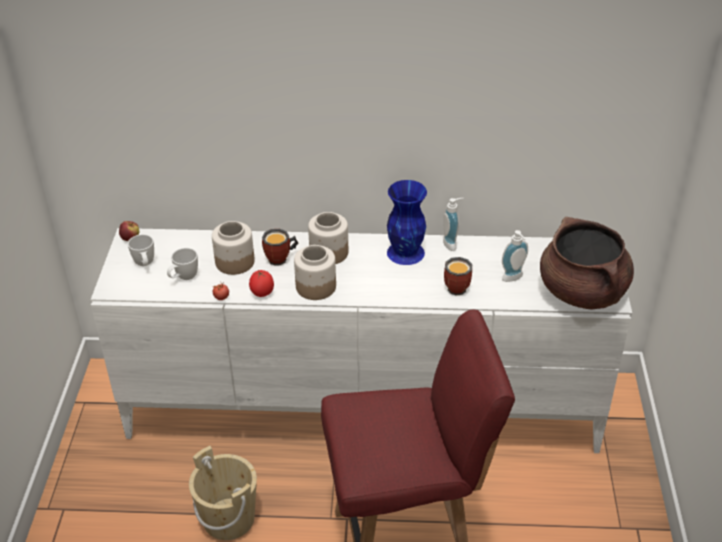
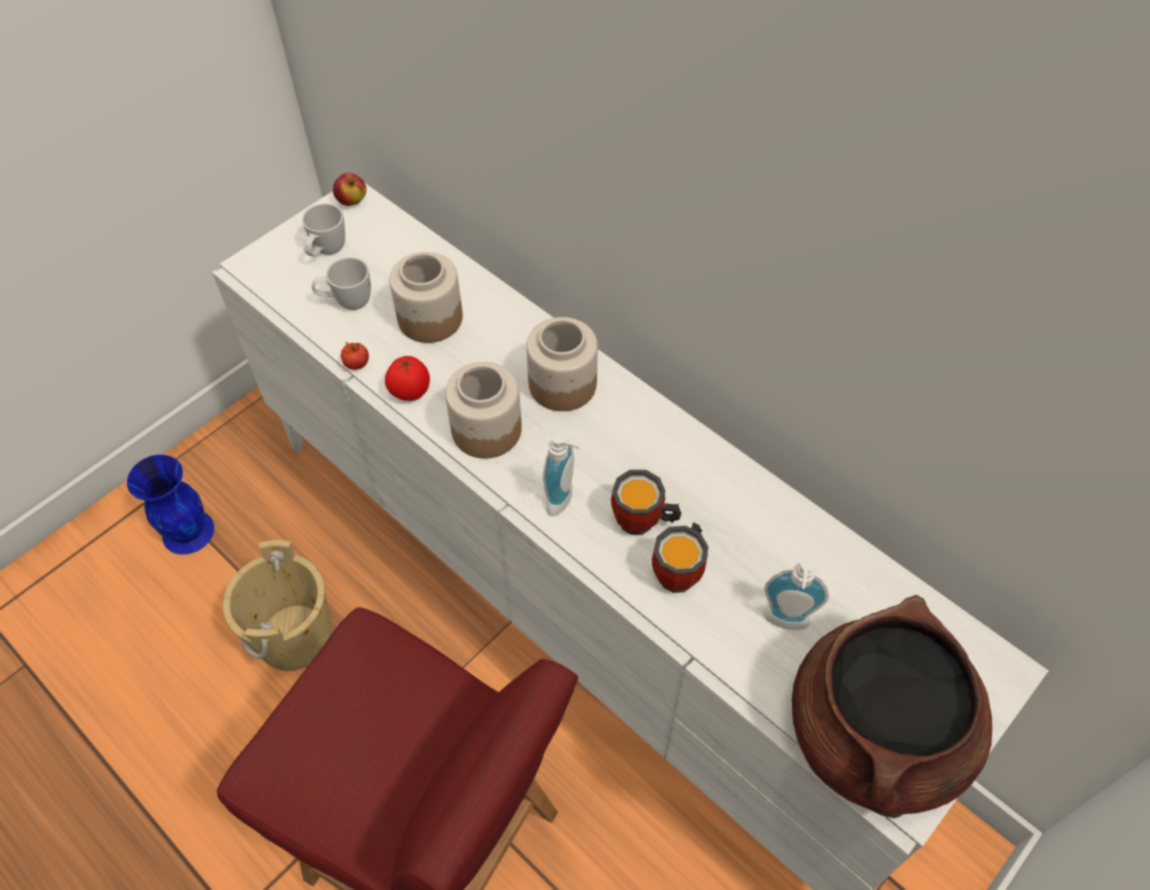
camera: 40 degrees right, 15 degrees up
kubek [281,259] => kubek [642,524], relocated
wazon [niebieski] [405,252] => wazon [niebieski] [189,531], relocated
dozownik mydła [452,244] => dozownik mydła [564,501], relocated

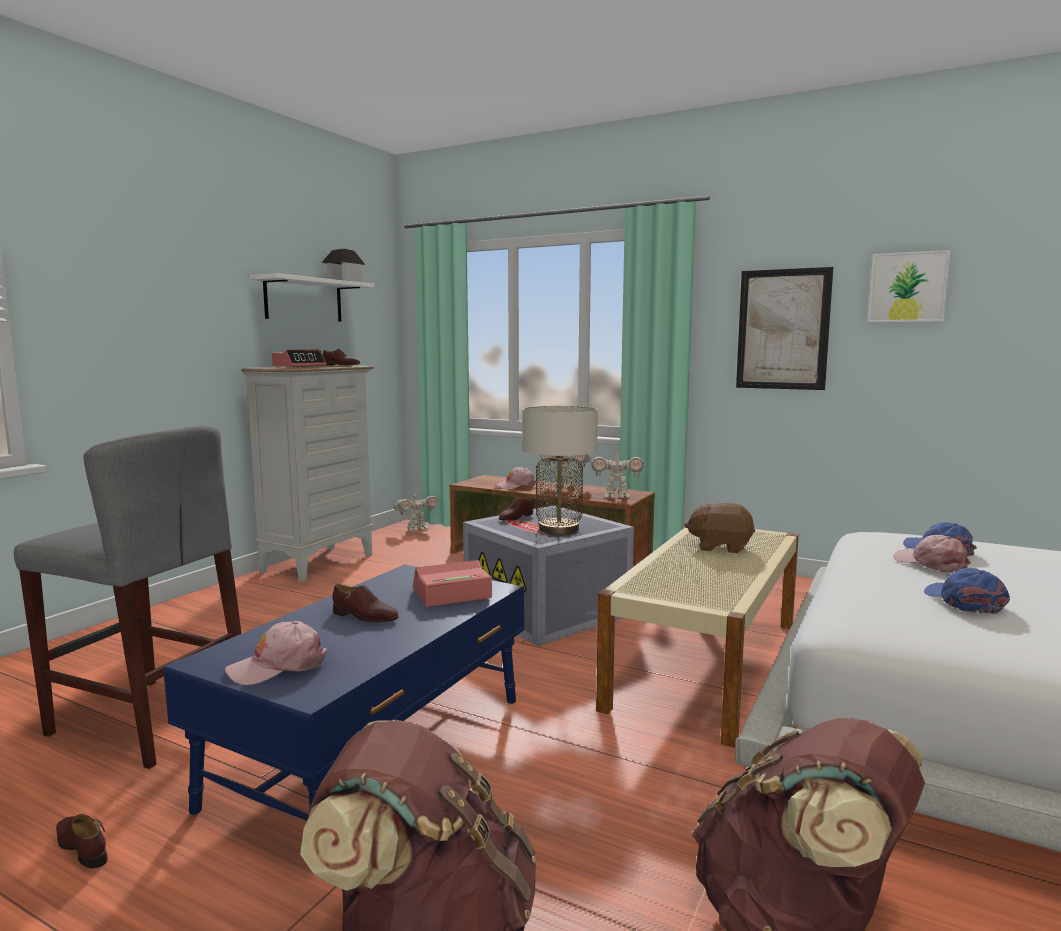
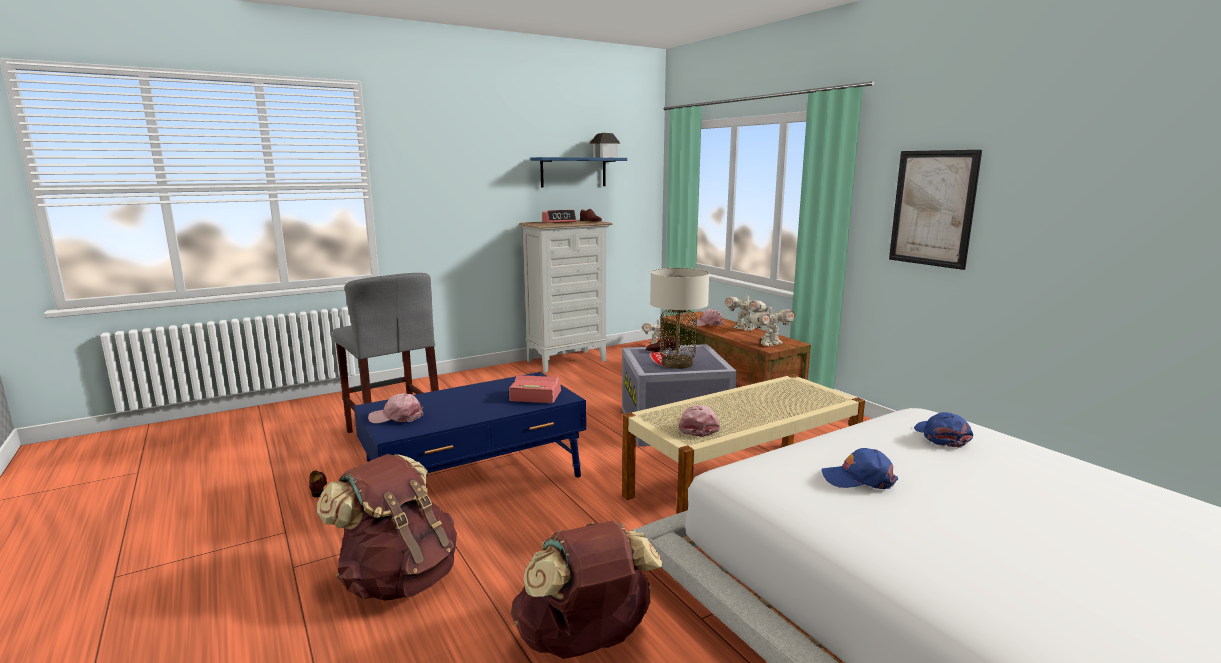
camera: 30 degrees right, 5 degrees up
but [brązowy] [365,616] => nothing
pluszak [brązowy] [720,547] => nothing
obraz [907,287] => nothing
czapka z daszkiem [różowy] [931,564] => czapka z daszkiem [różowy] [697,427], relocated
półka [biały] [304,300] => półka [niebieski] [573,172]
robot zabawkowy [616,497] => robot zabawkowy [769,344], 60 degrees counterclockwise
czapka z daszkiem [niebieski] [964,601] => czapka z daszkiem [niebieski] [858,479], 105 degrees counterclockwise

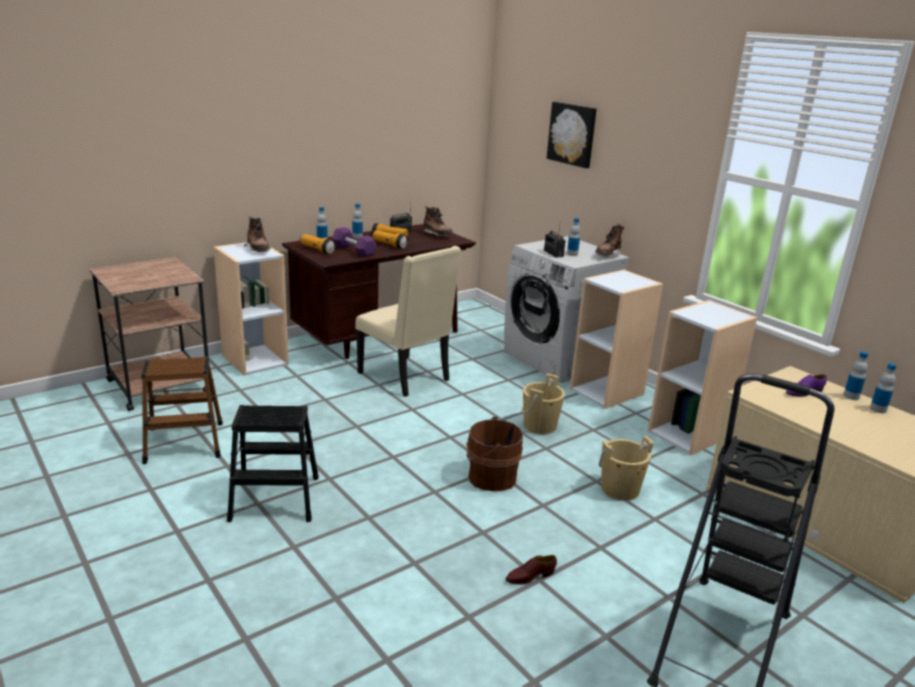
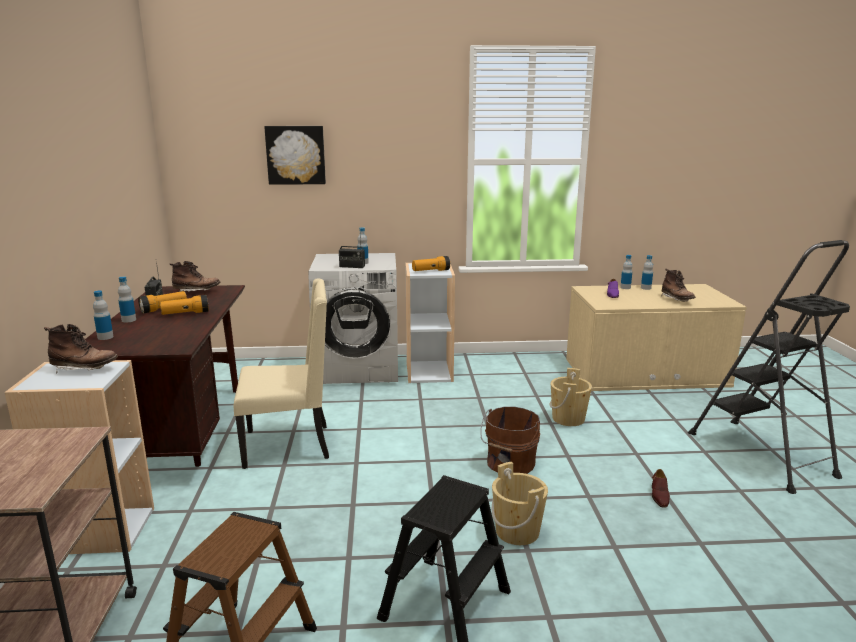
camera: 55 degrees left, 5 degrees down
hantel [fioletowy] [354,251] => nothing
regał [689,434] => nothing
latarka [317,250] => latarka [431,271], relocated
wiadro [beżowy] [540,425] => wiadro [beżowy] [517,531], relocated
but z cholewką [brązowy] [607,255] => but z cholewką [brązowy] [676,300], relocated

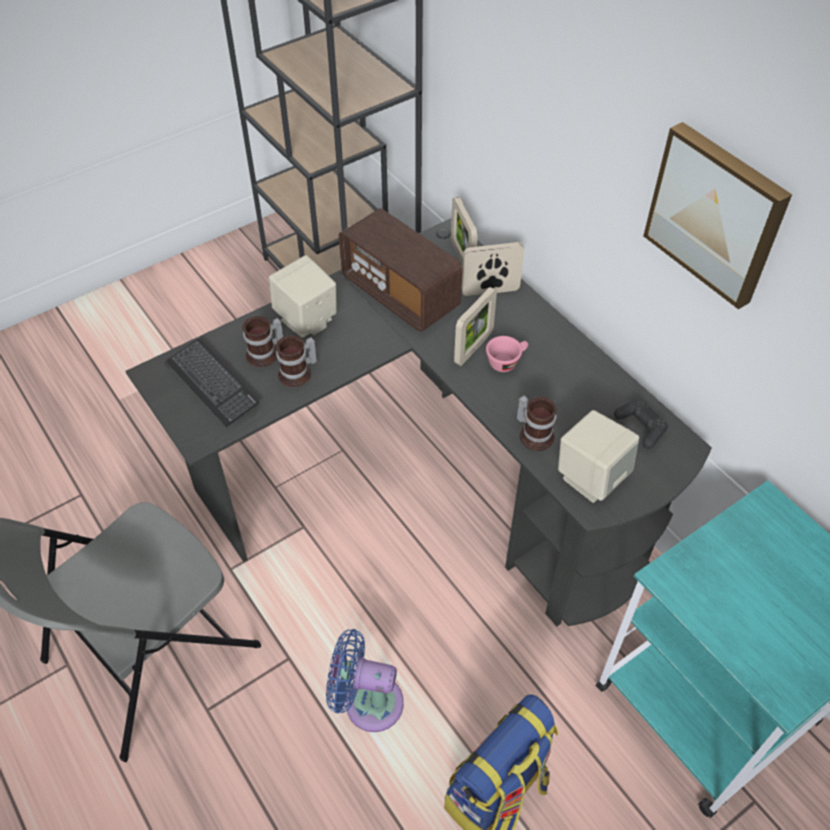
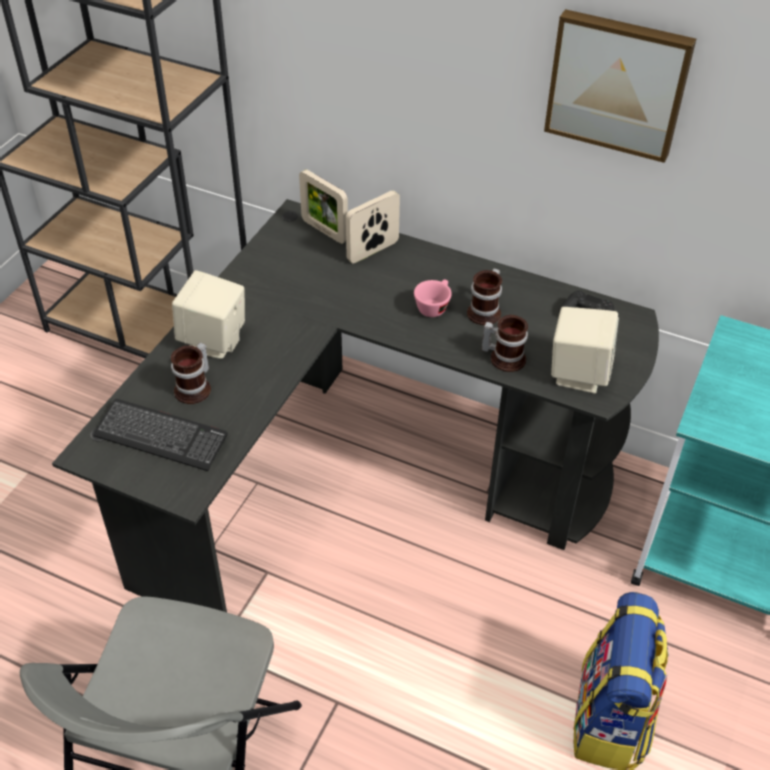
camera: 30 degrees left, 5 degrees down
wentylator [niebieski] [367,701] => nothing
radio [400,294] => nothing
ramka na zdjęcie [473,348] => nothing
kubek [298,374] => kubek [486,312], relocated

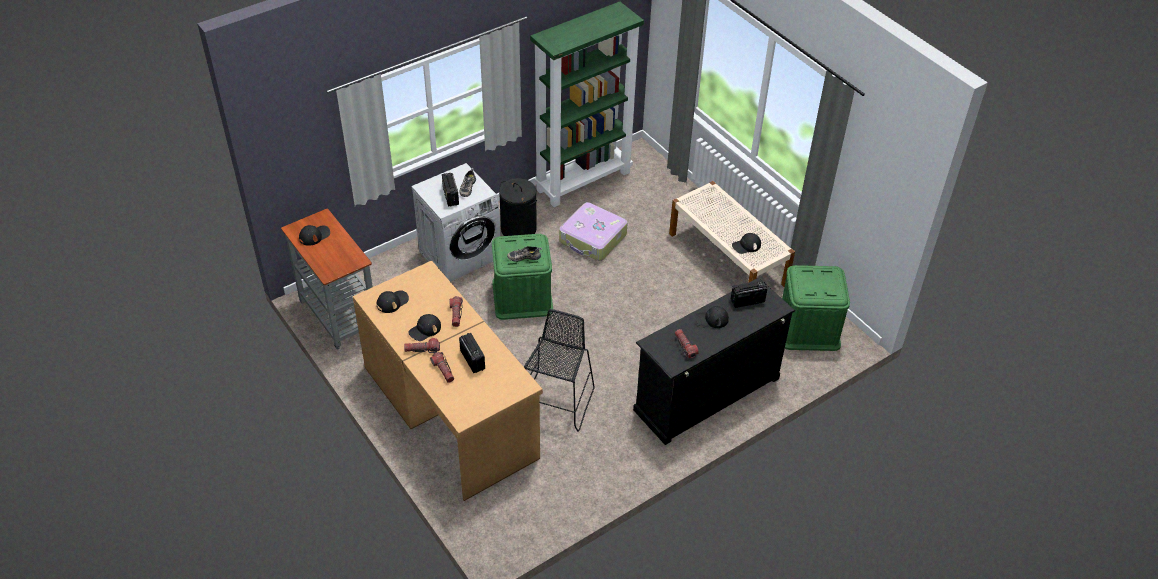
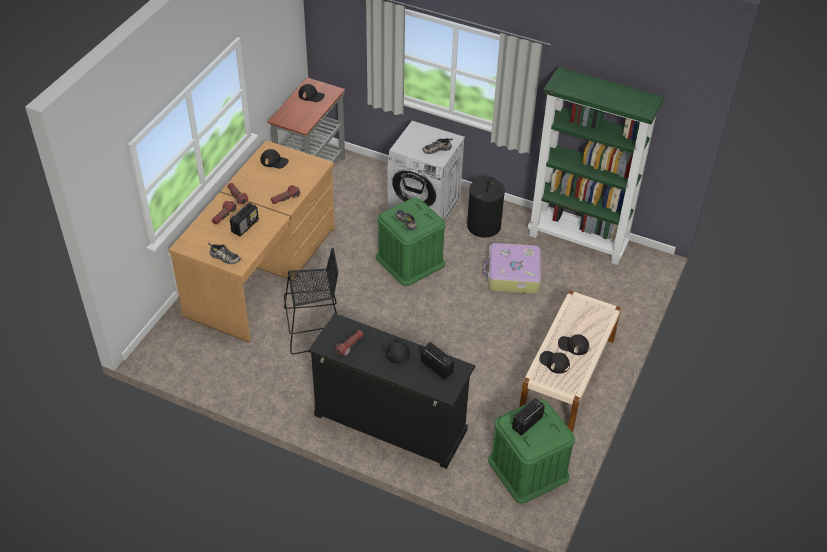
camera: 60 degrees right, 0 degrees up
nothing => but [224,257]
czapka z daszkiem [czarny] [425,329] => czapka z daszkiem [czarny] [573,345], relocated
radio [451,197] => radio [527,423], relocated

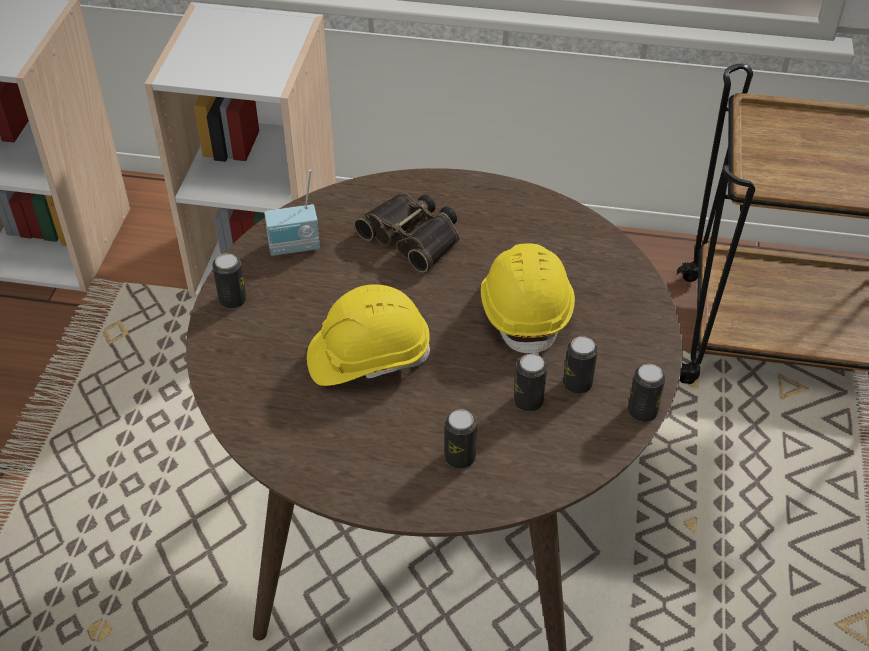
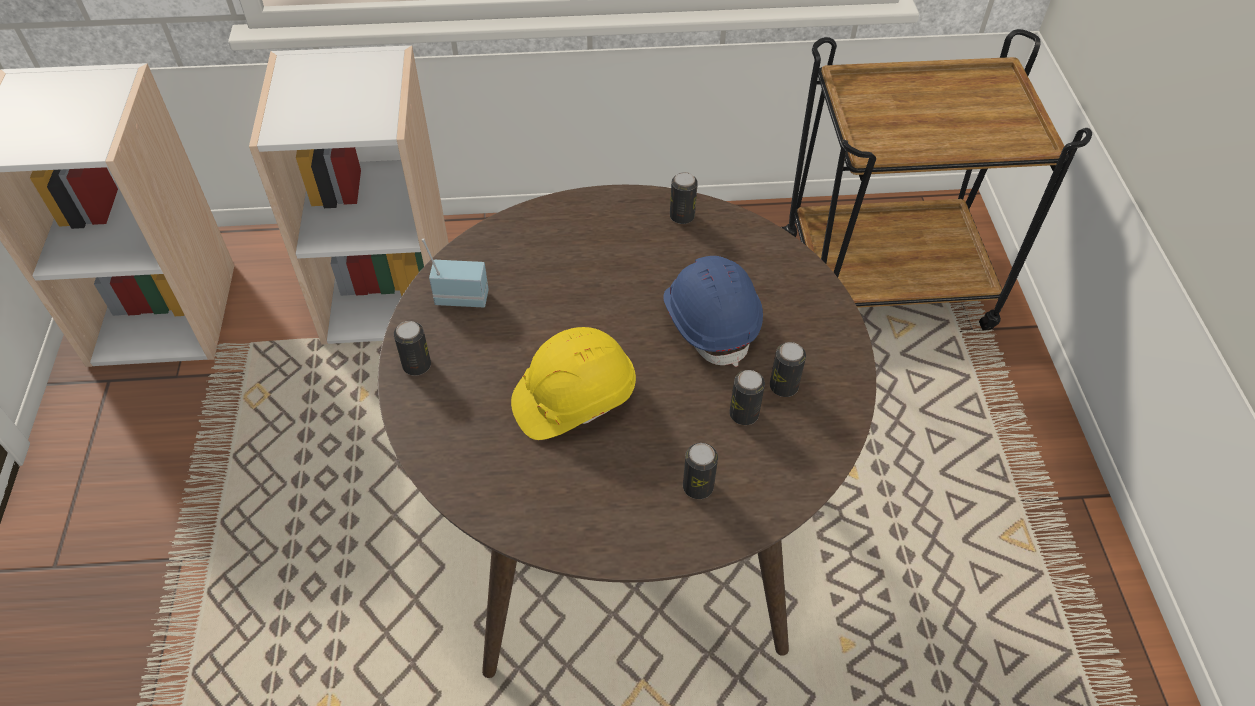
camera: 15 degrees left, 5 degrees up
lornetka [414,236] => nothing
puszka [642,411] => puszka [682,216], relocated
kask [żółty] [525,311] => kask [niebieski] [710,321]
radio [294,247] => radio [462,297], 150 degrees counterclockwise

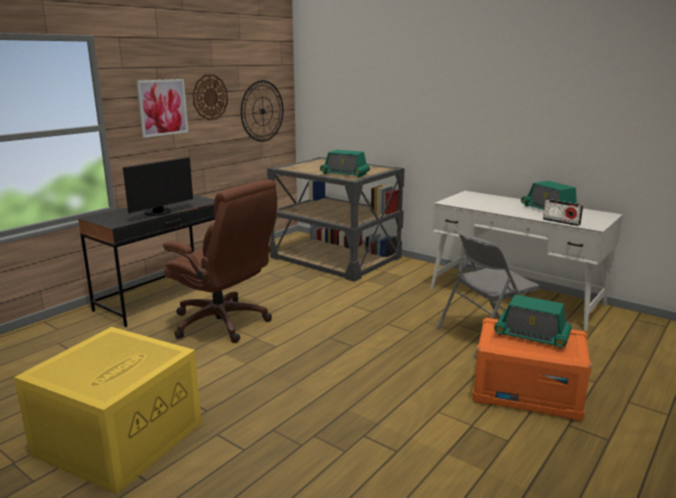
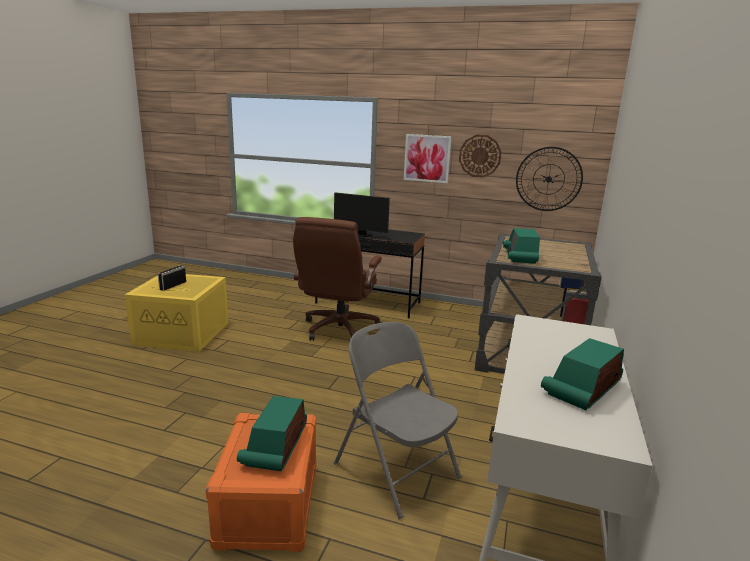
camera: 70 degrees right, 0 degrees up
radio [561,222] => radio [173,285], relocated

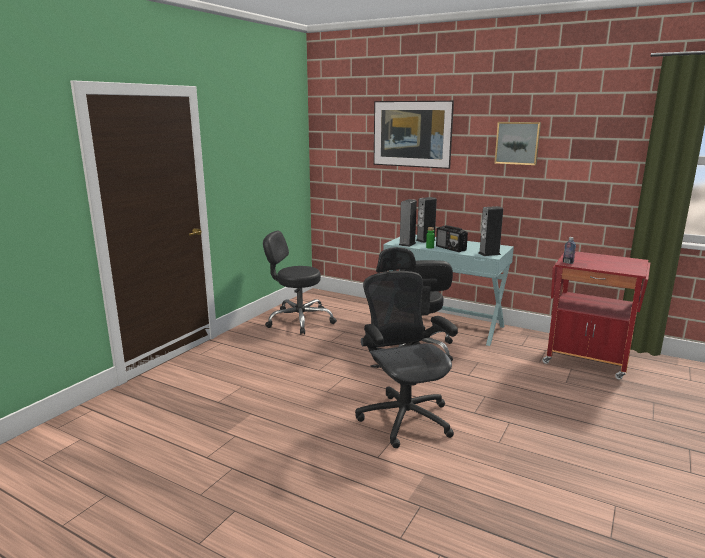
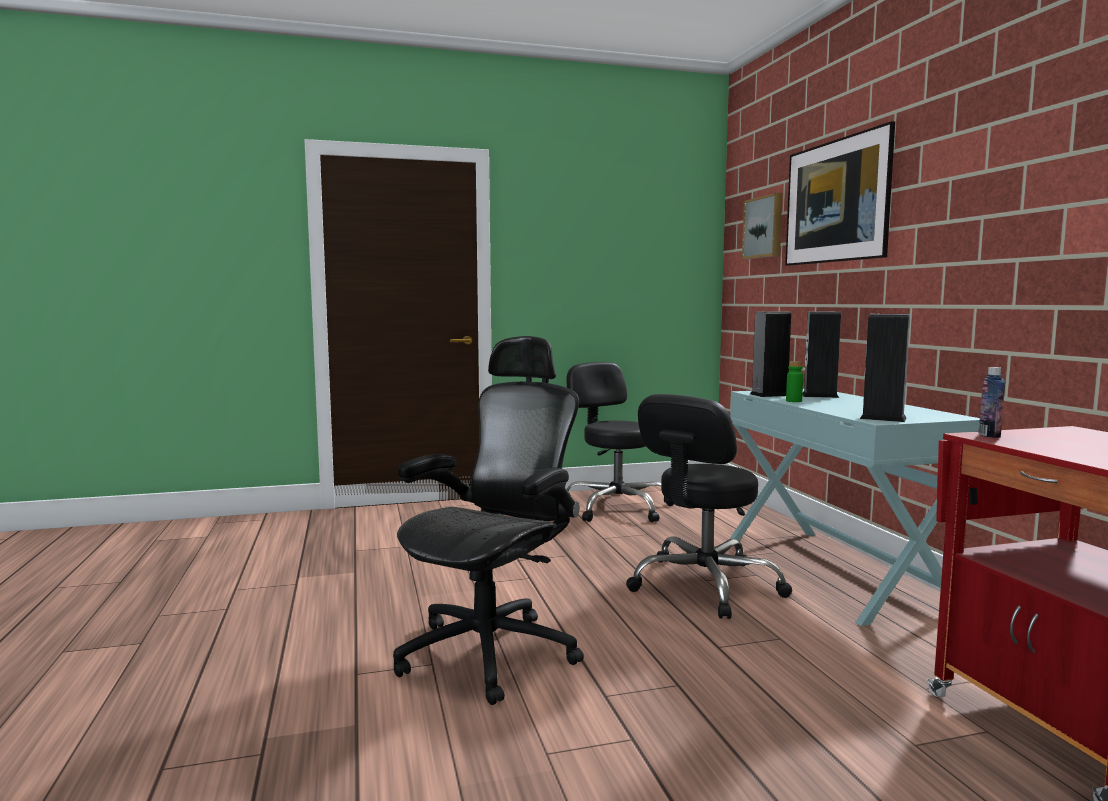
camera: 45 degrees right, 10 degrees down
radio [451,248] => nothing
obraz [517,143] => obraz [764,227], relocated

